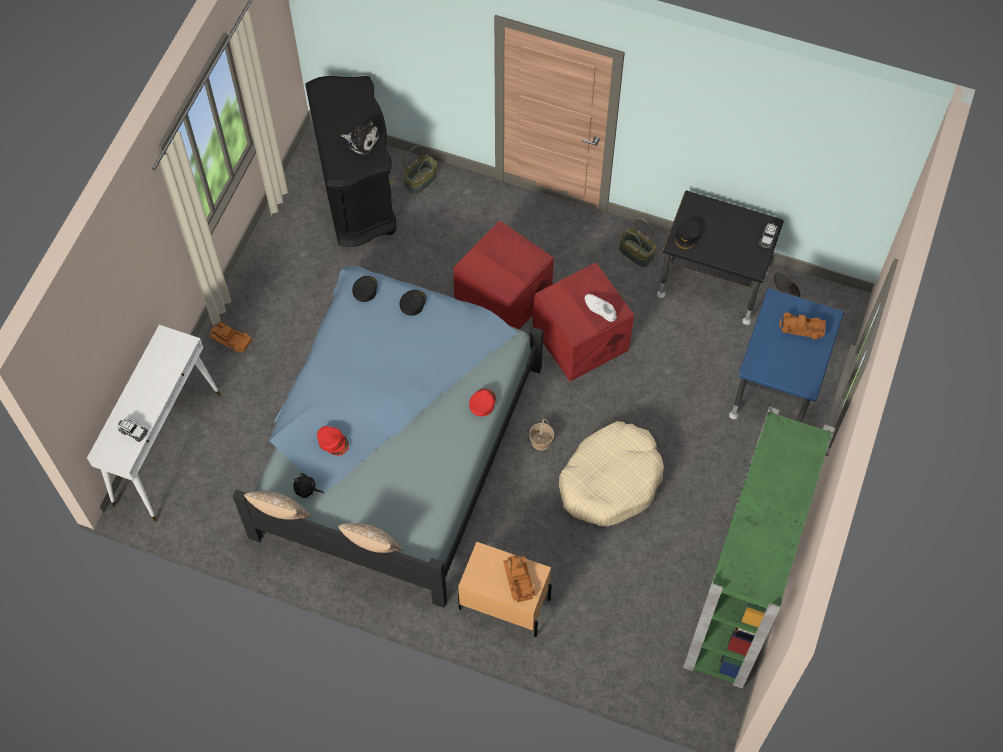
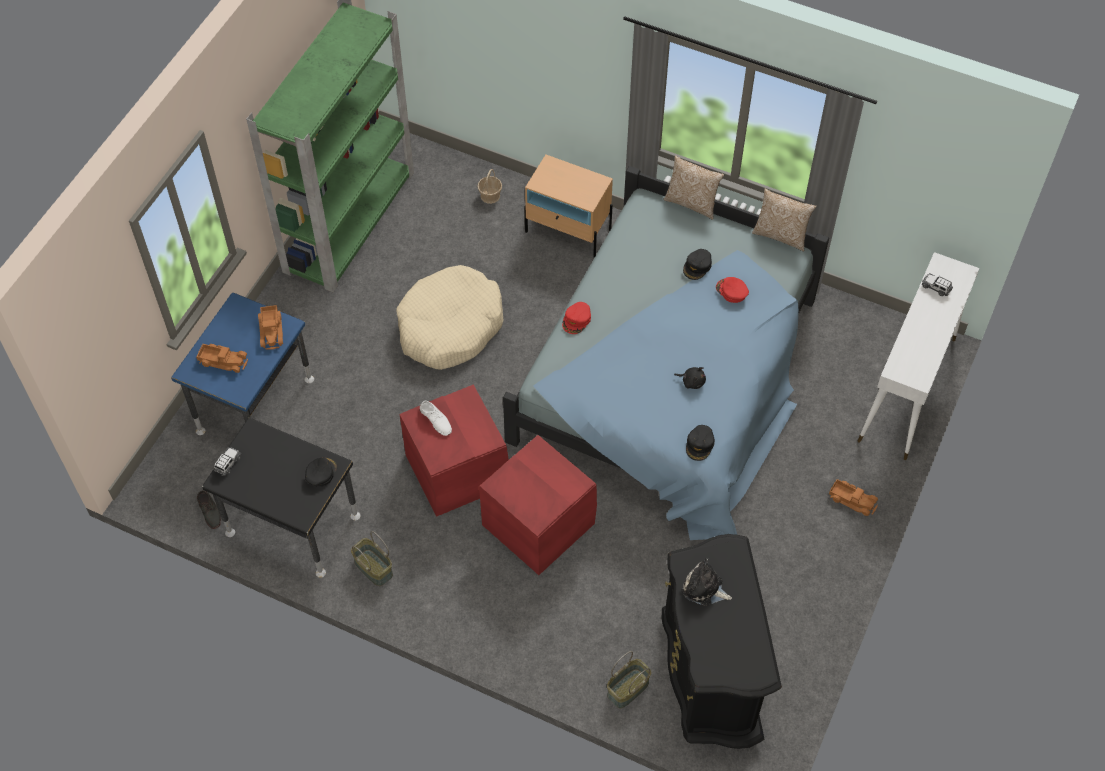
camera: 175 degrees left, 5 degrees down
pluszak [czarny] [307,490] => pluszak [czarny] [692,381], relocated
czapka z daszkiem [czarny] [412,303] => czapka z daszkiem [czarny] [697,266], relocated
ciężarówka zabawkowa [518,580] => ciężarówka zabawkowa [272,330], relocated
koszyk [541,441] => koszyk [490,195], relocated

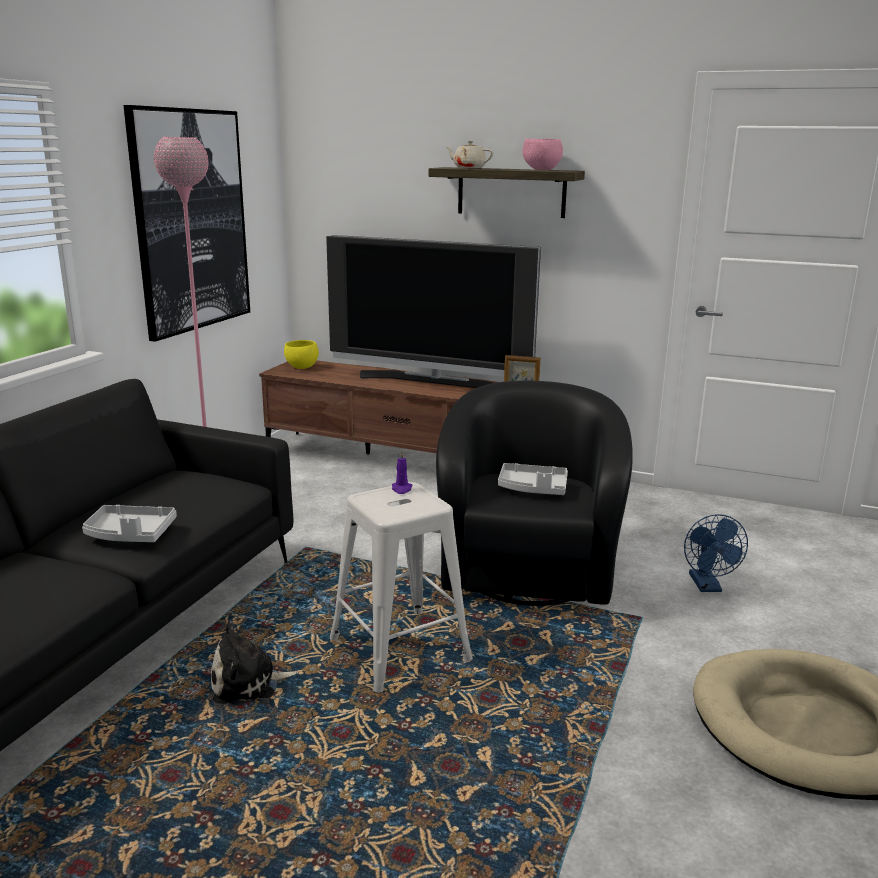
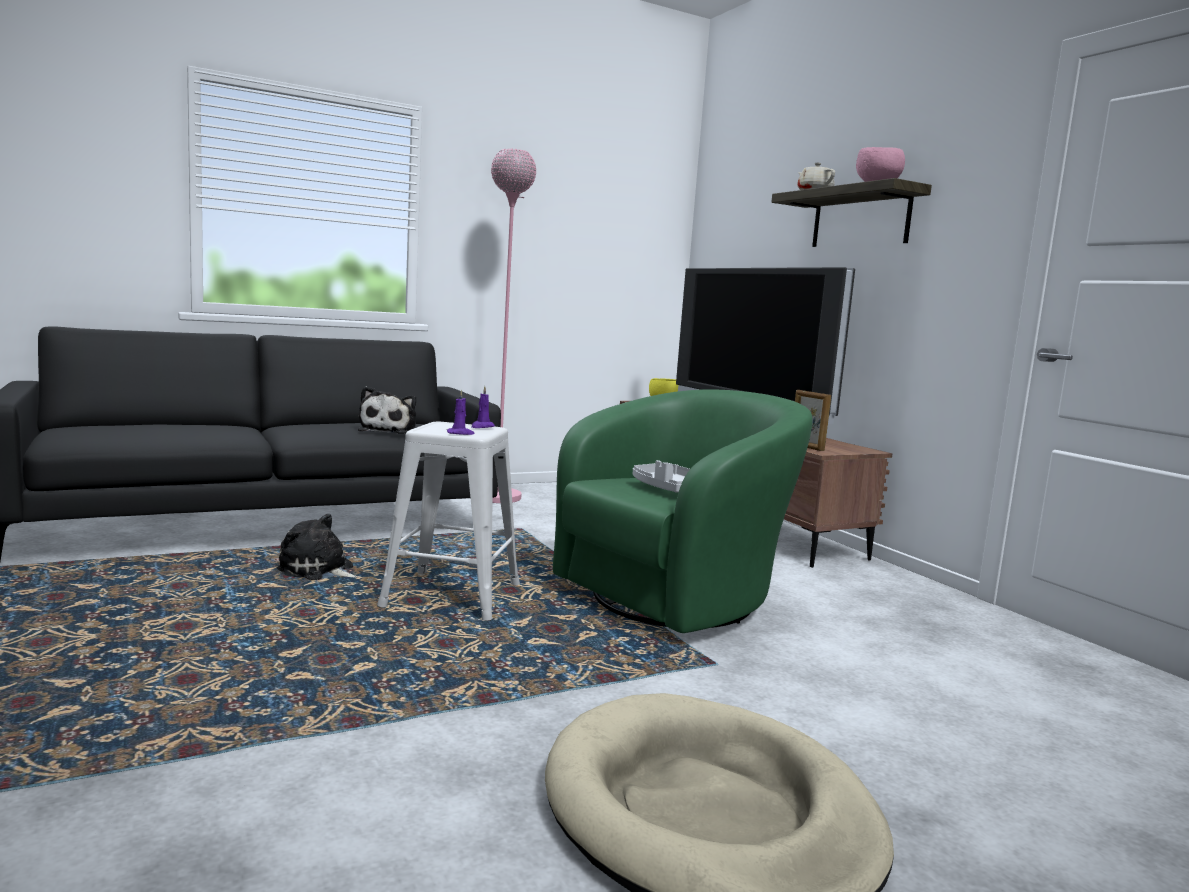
camera: 40 degrees right, 10 degrees down
taca [szary] [130,534] => nothing
obraz [191,221] => nothing
wentylator [niebieski] [707,586] => nothing
nothing => pluszak [390,431]
nothing => świeca [fioletowy] [460,433]
fotel [czarny] [528,570] => fotel [zielony] [676,598]

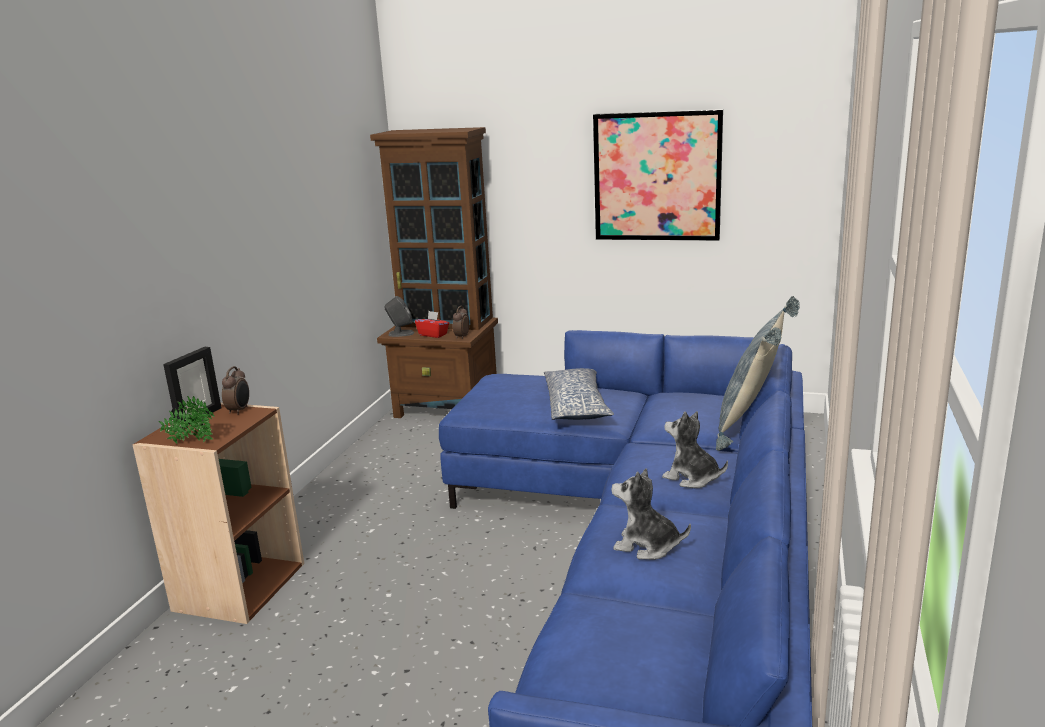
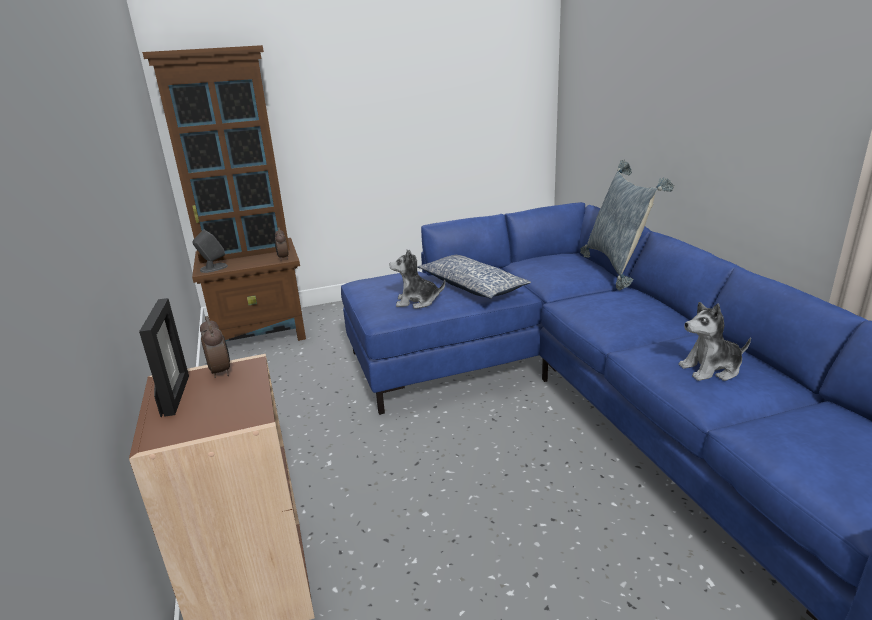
camera: 35 degrees left, 5 degrees up
roślina doniczkowa [191,442] => nothing
pudełko chusteczek [czerwony] [433,334] => nothing
obraz [657,176] => nothing
pluszak [692,478] => pluszak [417,301], relocated

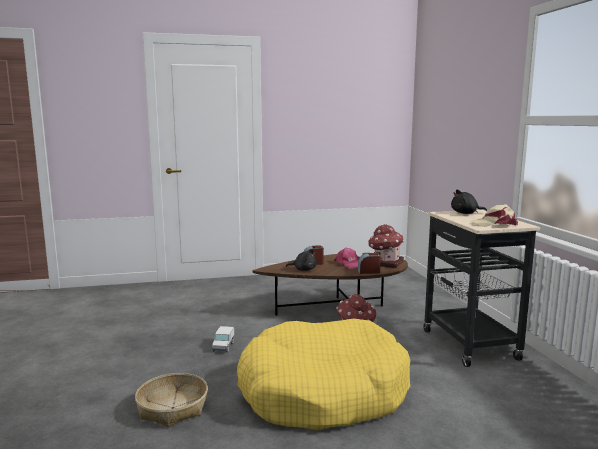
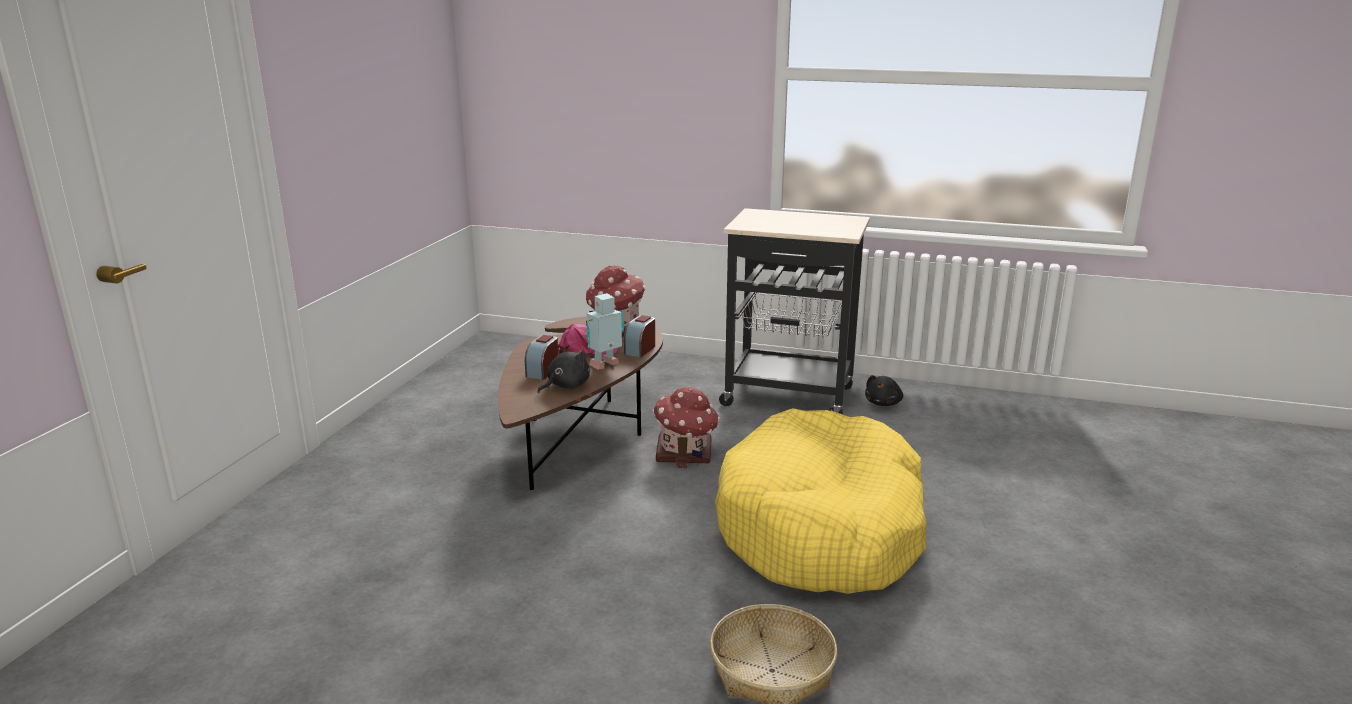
camera: 60 degrees left, 10 degrees up
ciężarówka zabawkowa [223,347] => nothing
czapka z daszkiem [beżowy] [495,224] => nothing
nothing => robot zabawkowy [606,365]
pluszak [czarny] [465,213] => pluszak [czarny] [883,403], relocated

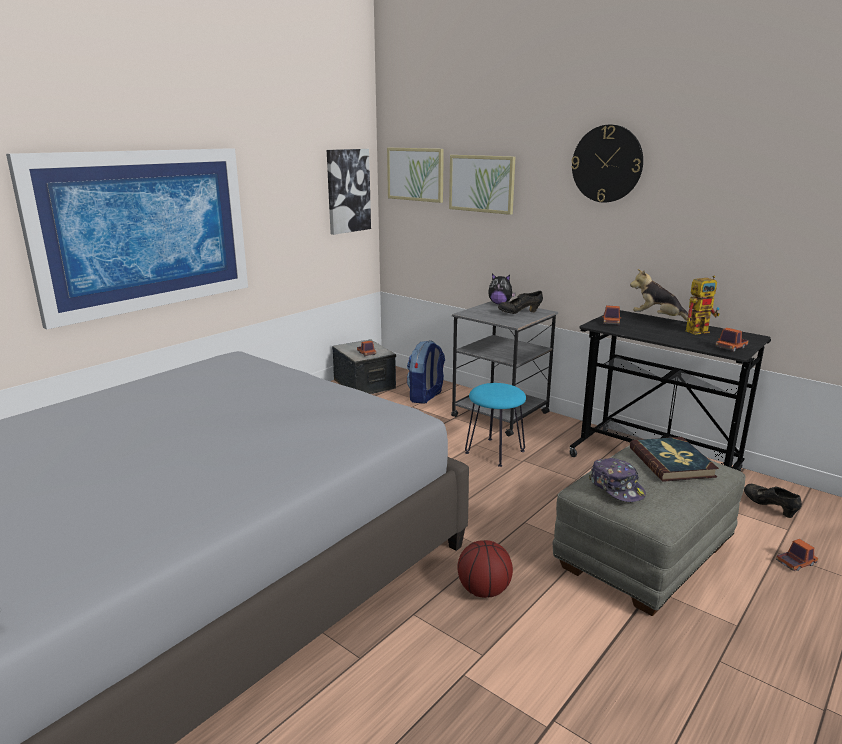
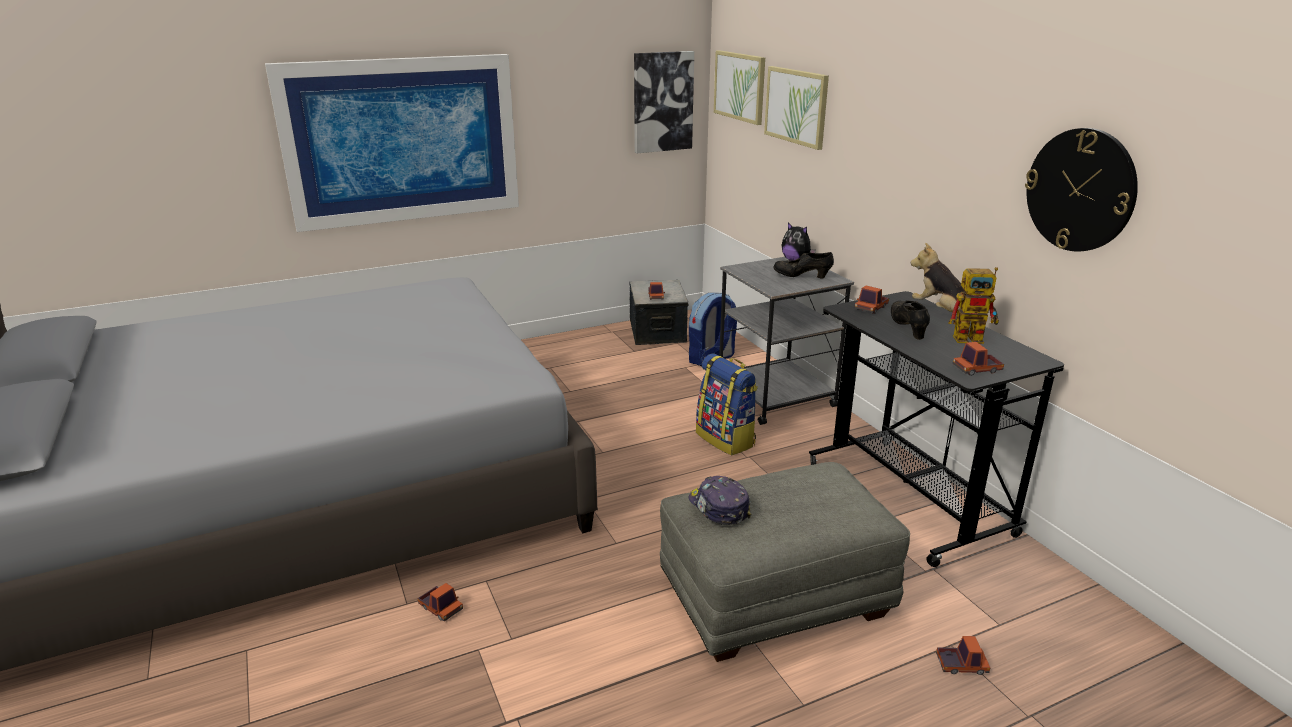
camera: 25 degrees right, 5 degrees up
piłka do koszykówki [483,590] => nothing
książka [672,462] => nothing
nothing => ciężarówka zabawkowa [441,608]
zegar ścienny [607,164] => zegar ścienny [1080,190], relocated
but [czarny] [769,507] => but [czarny] [908,329], relocated
stołek [turkusowy] [495,452] => plecak [726,439]
czapka z daszkiem [616,487] => czapka z daszkiem [718,508], 150 degrees clockwise

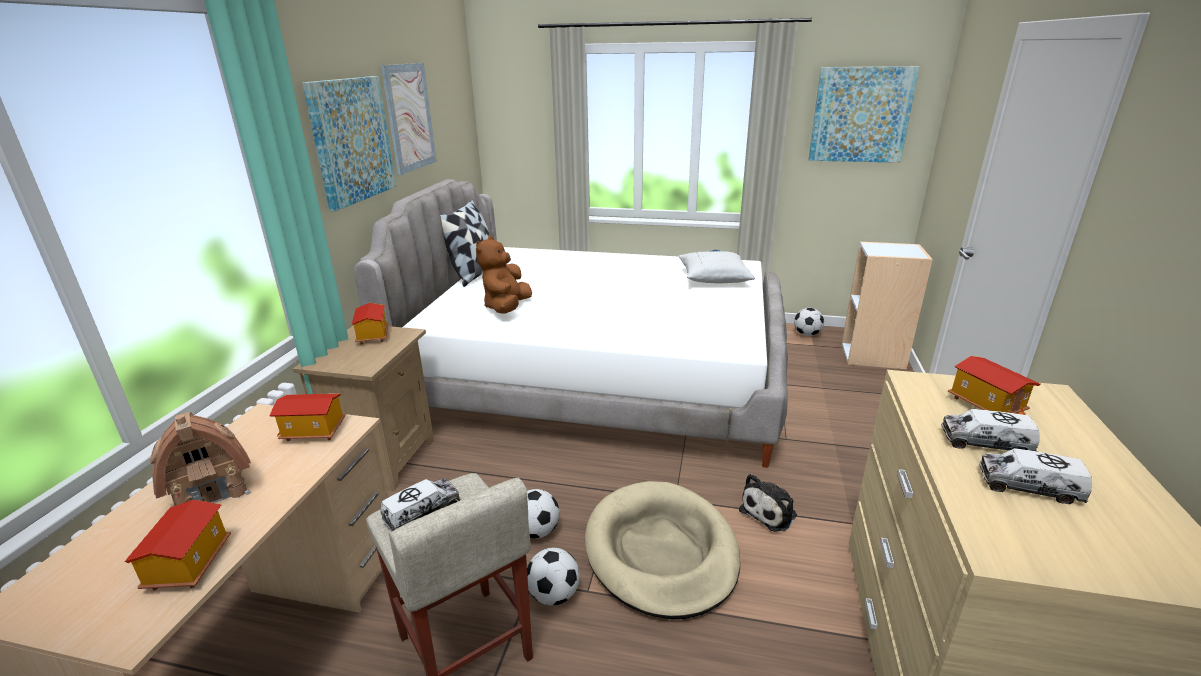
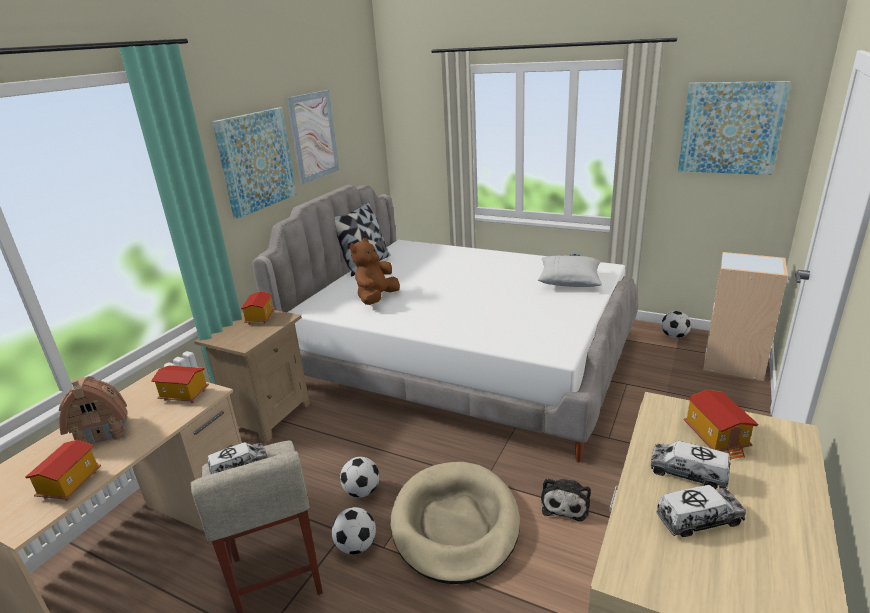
camera: 15 degrees right, 0 degrees up
pluszak [770,511] => pluszak [565,503], 45 degrees counterclockwise
ciężarówka zabawkowa [1028,487] => ciężarówka zabawkowa [699,519], 135 degrees clockwise

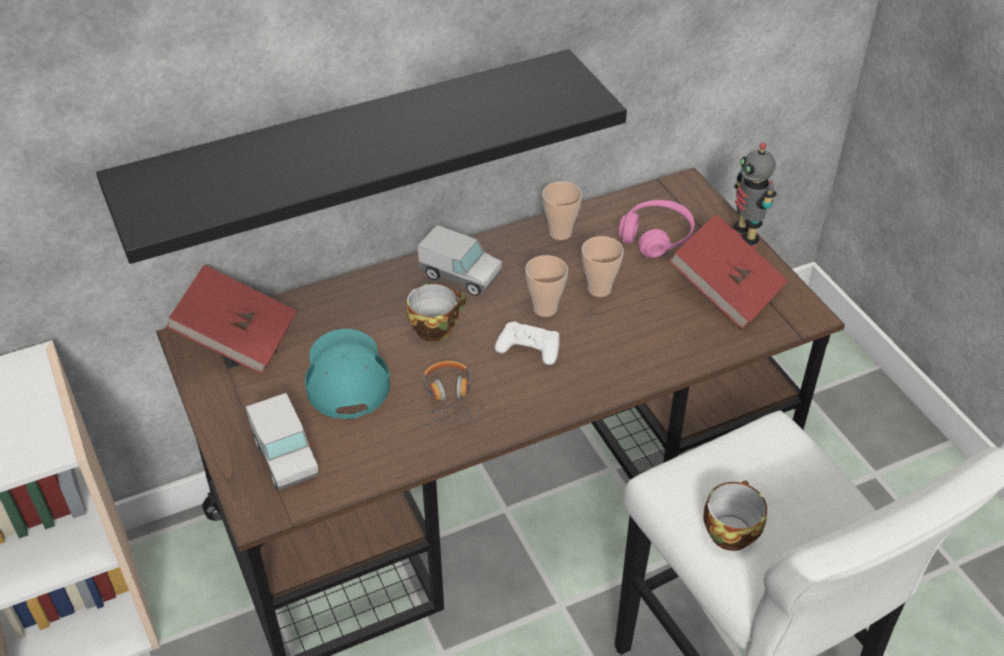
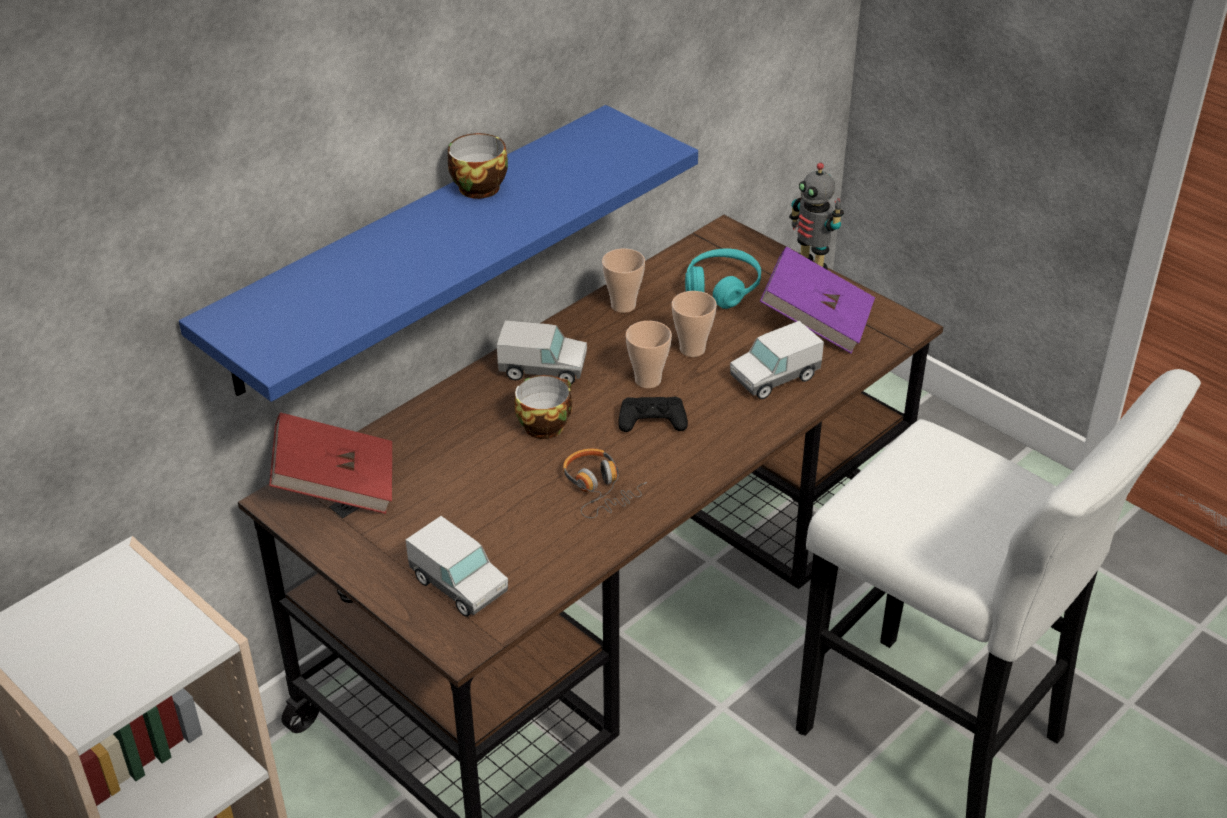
camera: 20 degrees left, 5 degrees down
czapka z daszkiem [turkusowy] [346,375] => nothing
nothing => ciężarówka zabawkowa [775,378]
filiżanka [729,530] => filiżanka [478,186], relocated
półka [czarny] [351,147] => półka [niebieski] [416,248]
pad do gier [biały] [529,348] => pad do gier [czarny] [652,420]
słuchawki [różowy] [656,237] => słuchawki [turkusowy] [722,288]
książka [czerwony] [725,290] => książka [fioletowy] [816,321]

